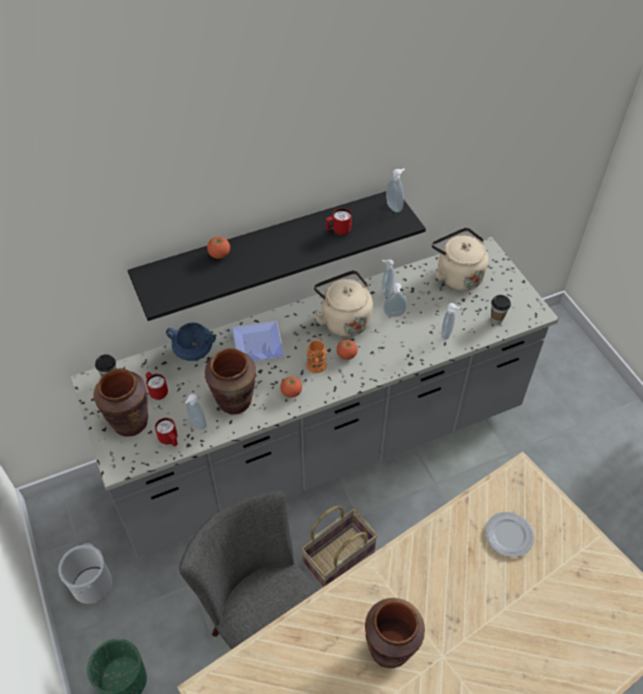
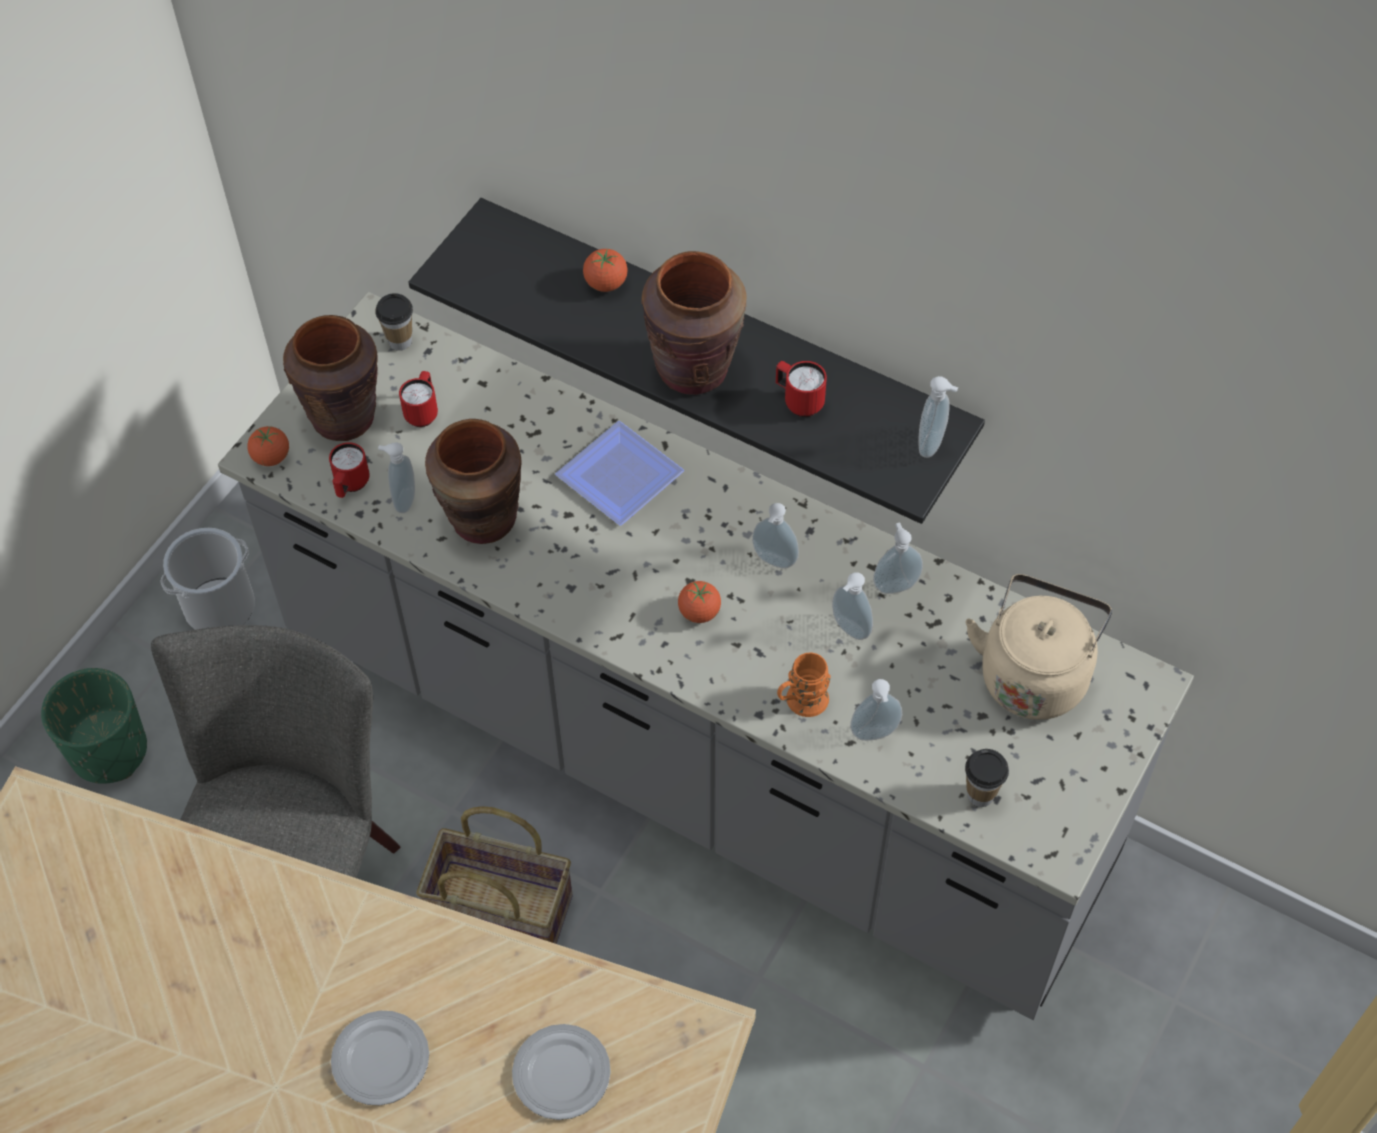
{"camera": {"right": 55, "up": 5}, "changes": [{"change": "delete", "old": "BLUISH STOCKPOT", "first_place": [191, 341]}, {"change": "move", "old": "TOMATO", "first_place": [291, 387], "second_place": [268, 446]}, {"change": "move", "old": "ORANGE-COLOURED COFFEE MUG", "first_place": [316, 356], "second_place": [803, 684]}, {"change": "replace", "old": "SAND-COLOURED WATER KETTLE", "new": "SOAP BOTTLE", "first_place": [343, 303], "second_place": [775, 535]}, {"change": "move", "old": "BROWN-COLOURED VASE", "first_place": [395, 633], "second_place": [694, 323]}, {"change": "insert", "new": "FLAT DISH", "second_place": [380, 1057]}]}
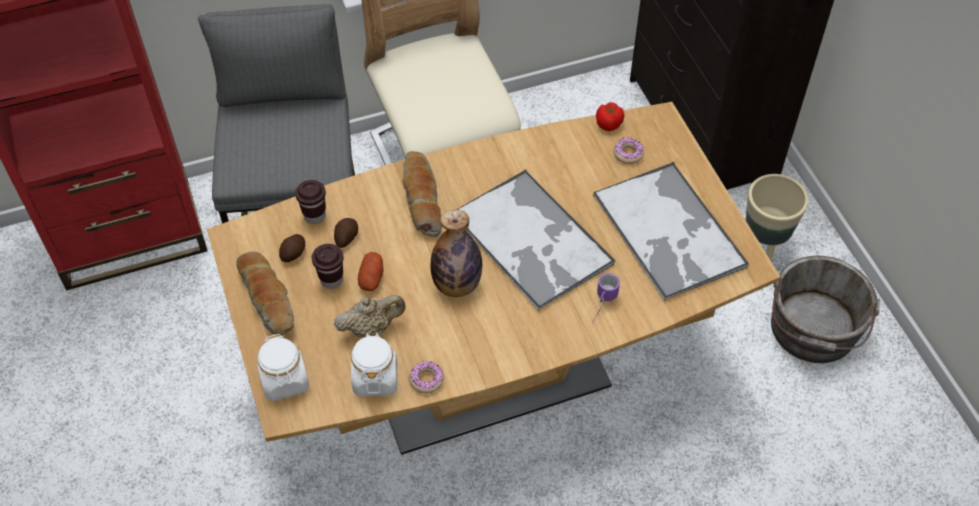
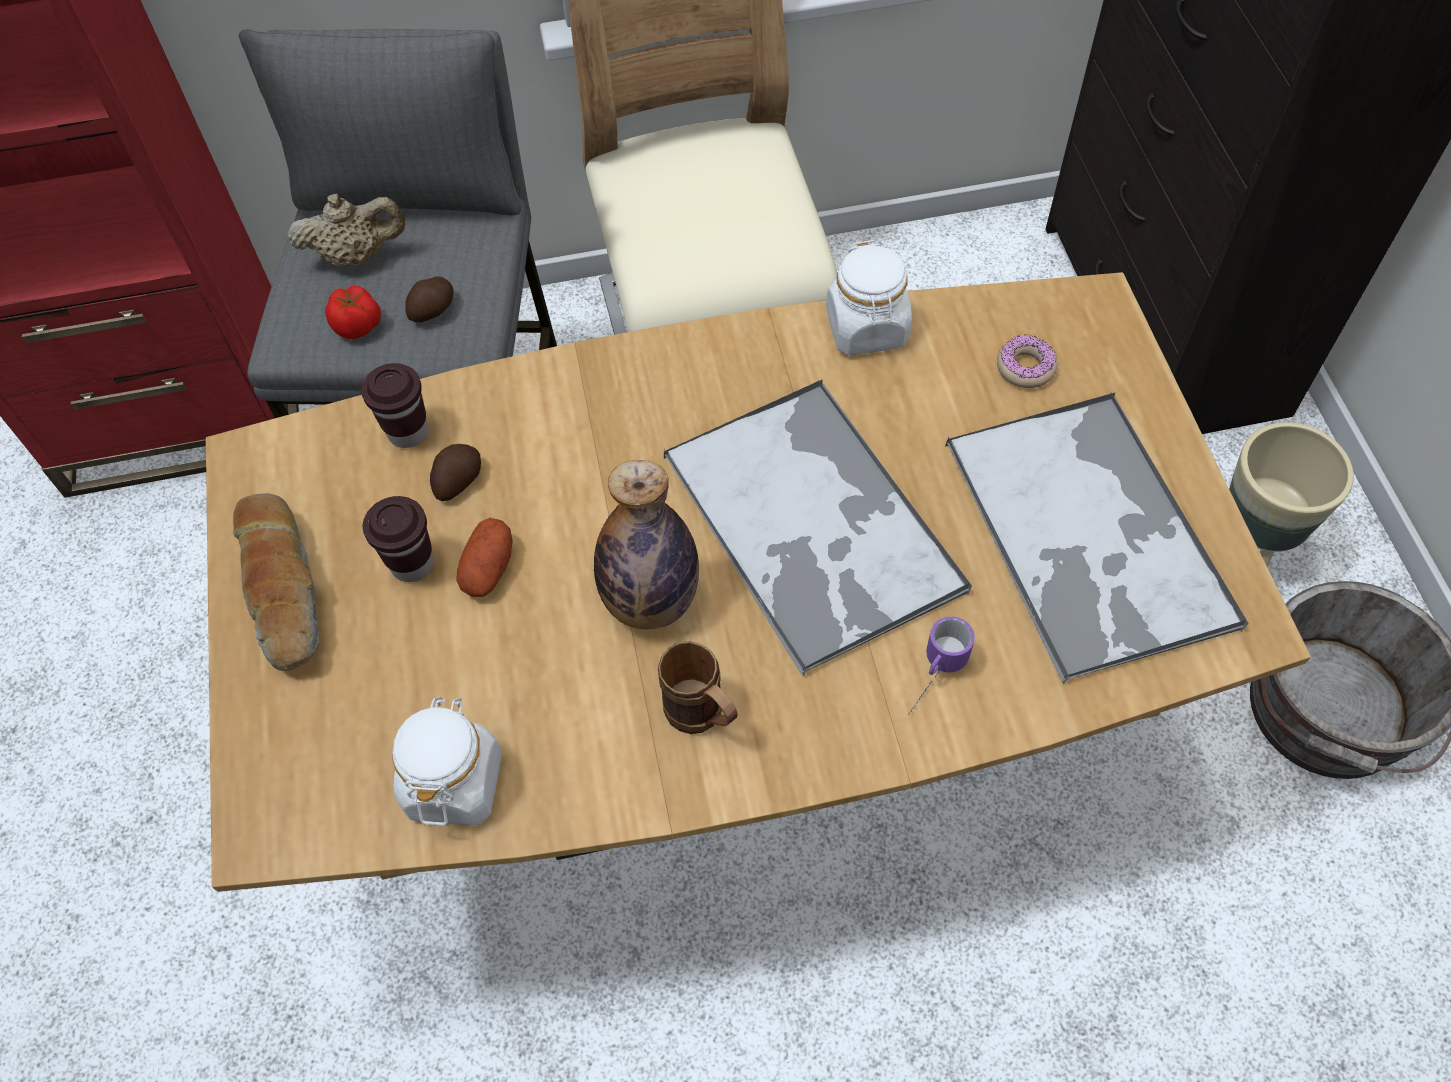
{"camera": {"right": 10, "up": 5}, "changes": [{"change": "move", "old": "WHITISH STORAGE JAR", "first_place": [283, 367], "second_place": [869, 297]}, {"change": "move", "old": "WHOLE POTATO", "first_place": [292, 248], "second_place": [429, 299]}, {"change": "move", "old": "SAND-COLOURED TEA POT", "first_place": [370, 316], "second_place": [346, 230]}, {"change": "delete", "old": "BREAD", "first_place": [422, 194]}, {"change": "delete", "old": "DONUT", "first_place": [426, 377]}, {"change": "move", "old": "TOMATO", "first_place": [610, 116], "second_place": [353, 312]}, {"change": "insert", "new": "BROWN-COLOURED COFFEE MUG", "second_place": [698, 687]}]}
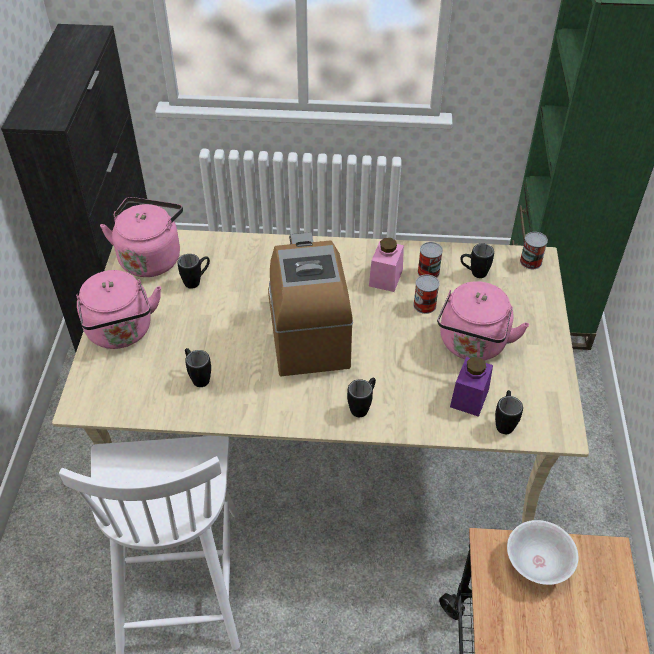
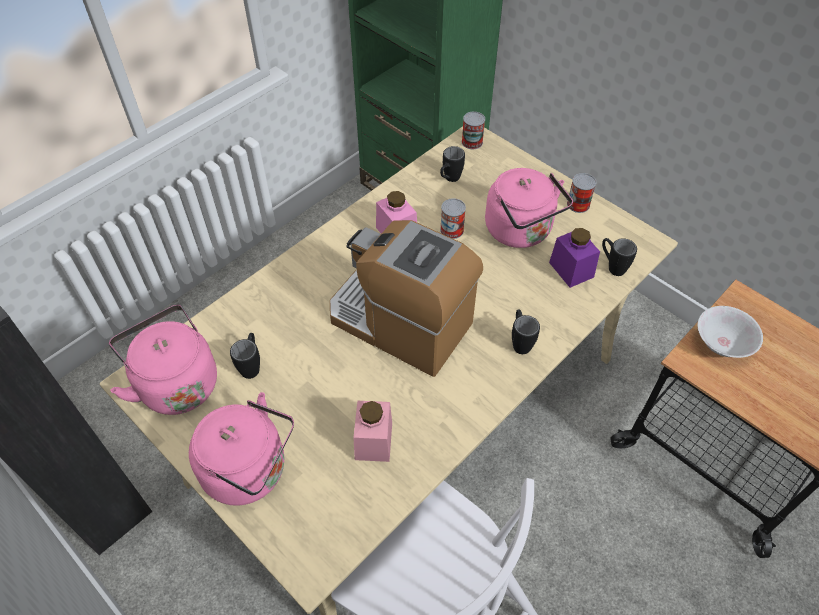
{"camera": {"right": -50, "up": 5}, "changes": [{"change": "replace", "old": "BLACKISH COFFEE MUG", "new": "PINKISH STORAGE JAR", "first_place": [198, 367], "second_place": [372, 431]}, {"change": "move", "old": "METAL CAN", "first_place": [430, 260], "second_place": [581, 193]}]}
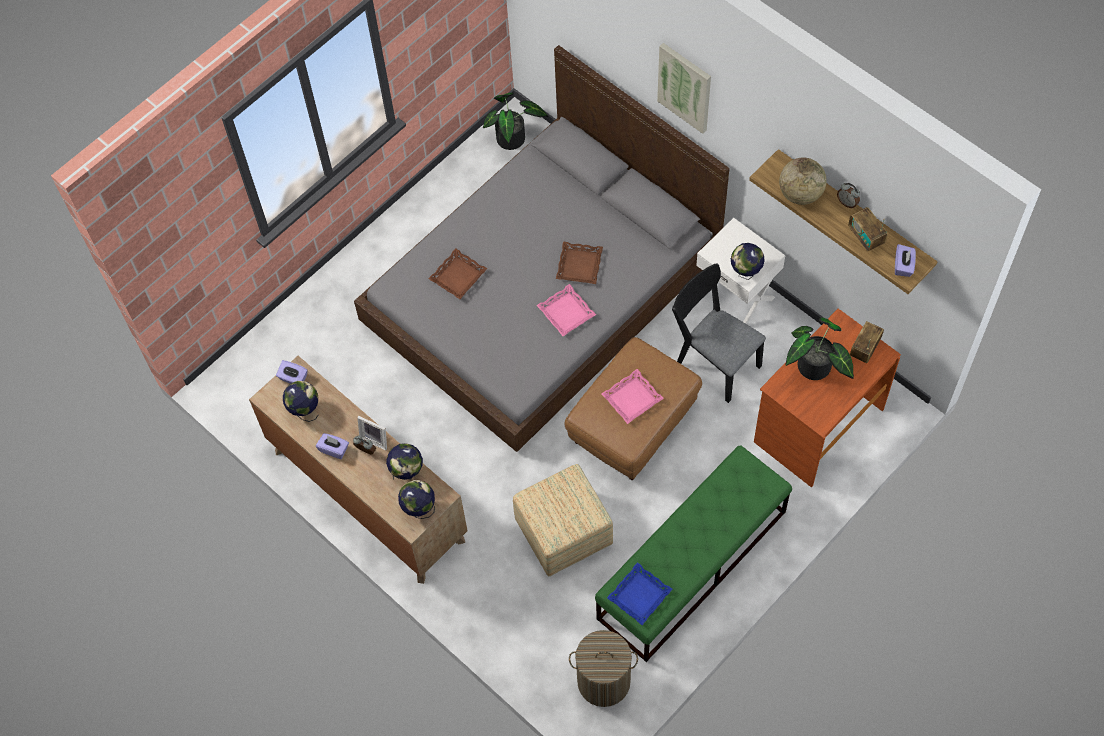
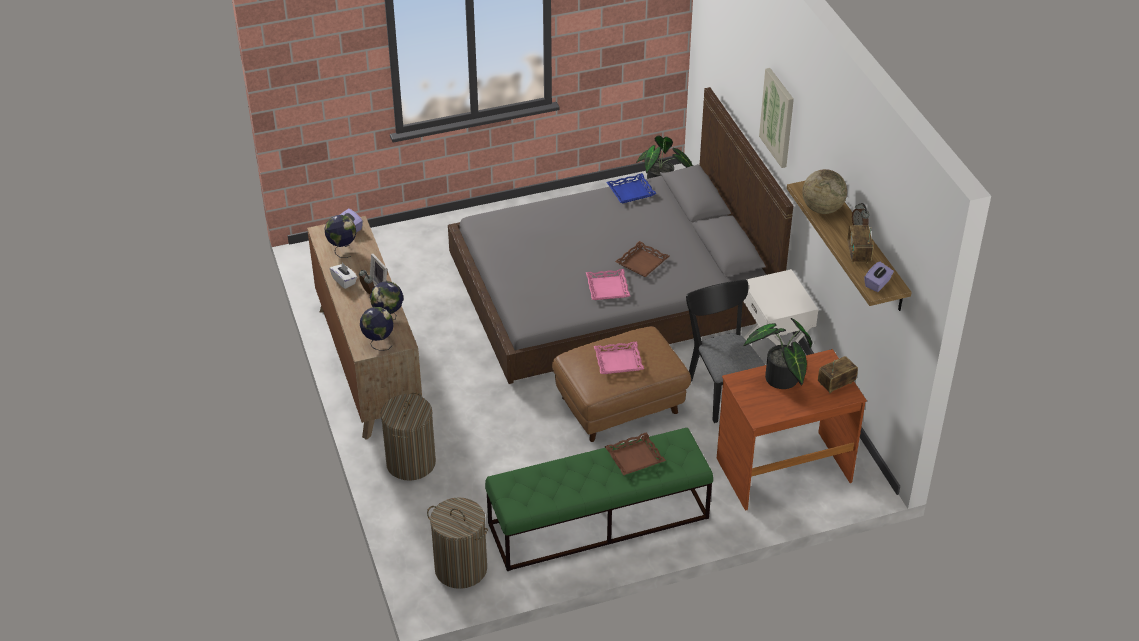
{"camera": {"right": 25, "up": -20}, "changes": [{"change": "recolor", "old": "PURPLE TISSUE BOX", "new": "WHITISH TISSUE BOX", "first_place": [332, 446], "second_place": [343, 275]}, {"change": "move", "old": "BROWN-COLOURED TRAY", "first_place": [458, 273], "second_place": [635, 453]}, {"change": "delete", "old": "POUFFE", "first_place": [563, 520]}, {"change": "move", "old": "BLUISH TRAY", "first_place": [640, 593], "second_place": [632, 188]}, {"change": "delete", "old": "GLOBE", "first_place": [748, 261]}, {"change": "insert", "new": "HAMPER", "second_place": [408, 436]}]}
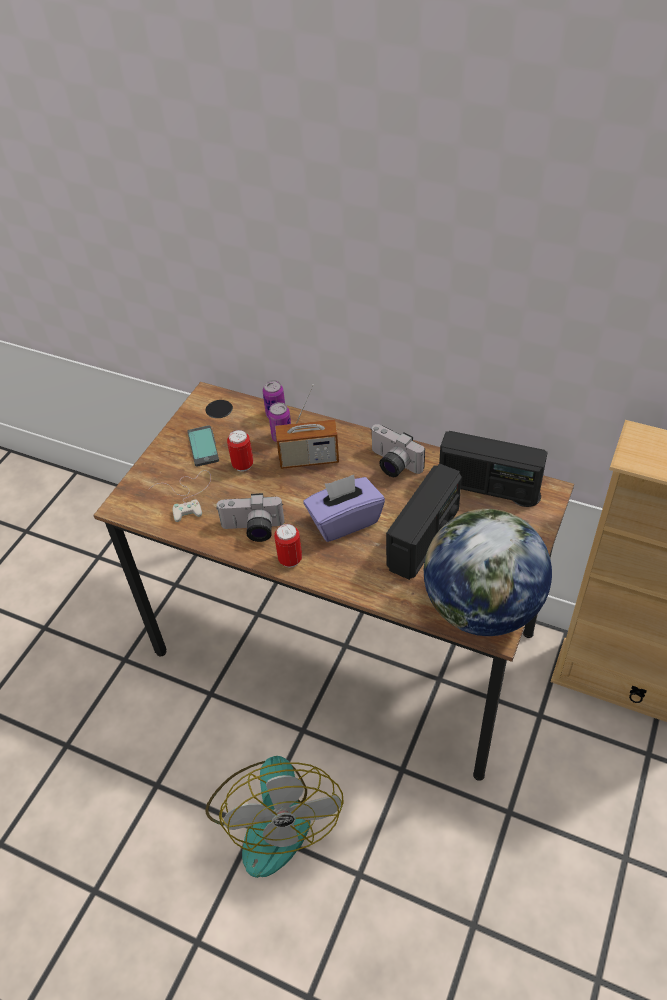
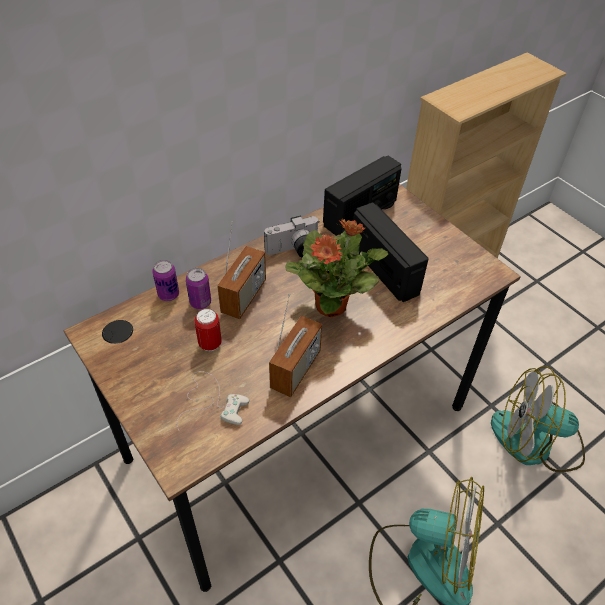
{"camera": {"right": -65, "up": 0}, "changes": [{"change": "delete", "old": "TELEPHONE", "first_place": [203, 446]}, {"change": "replace", "old": "STILL CAMERA", "new": "RADIO RECEIVER", "first_place": [251, 517], "second_place": [295, 345]}, {"change": "delete", "old": "METAL CAN", "first_place": [288, 546]}, {"change": "replace", "old": "PURPLE TISSUE BOX", "new": "POTTED PLANT", "first_place": [344, 508], "second_place": [336, 268]}, {"change": "delete", "old": "GLOBE", "first_place": [488, 572]}, {"change": "insert", "new": "FAN", "second_place": [538, 419]}]}
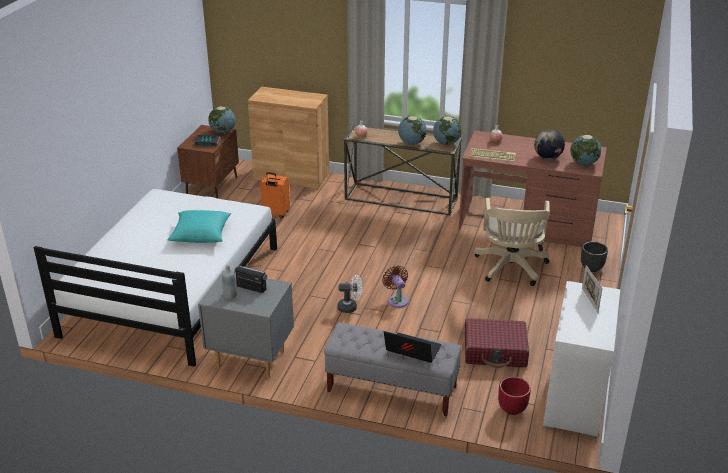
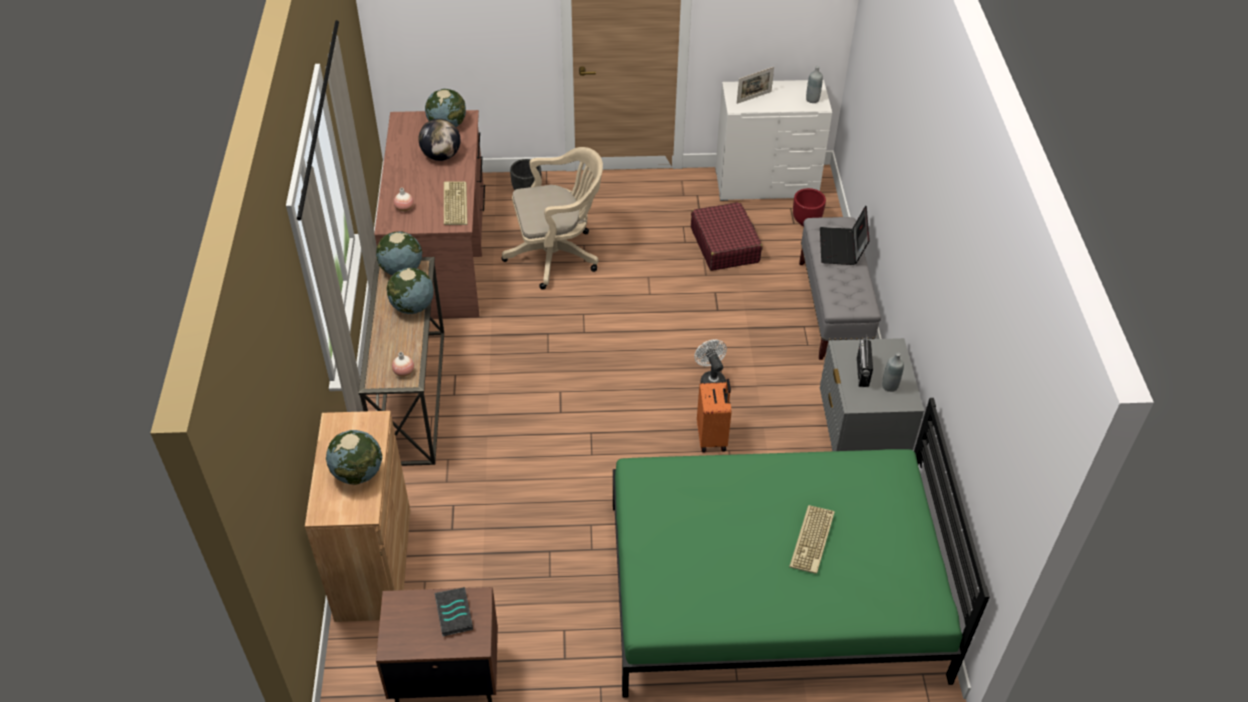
{"camera": {"right": -110, "up": 15}, "changes": [{"change": "recolor", "old": "WHITISH BEDROOM BED", "new": "GREENISH BEDROOM BED", "first_place": [155, 278], "second_place": [801, 548]}, {"change": "delete", "old": "TURQUOISE-COLOURED PILLOW", "first_place": [199, 226]}, {"change": "move", "old": "GLOBE", "first_place": [222, 120], "second_place": [354, 457]}, {"change": "move", "old": "ORANGE-COLOURED SUITCASE", "first_place": [275, 195], "second_place": [714, 415]}, {"change": "delete", "old": "BROWN-COLOURED FAN", "first_place": [395, 287]}, {"change": "insert", "new": "COMPUTER KEYBOARD", "second_place": [812, 539]}, {"change": "insert", "new": "GREYISH DRINK BOTTLE", "second_place": [814, 84]}]}
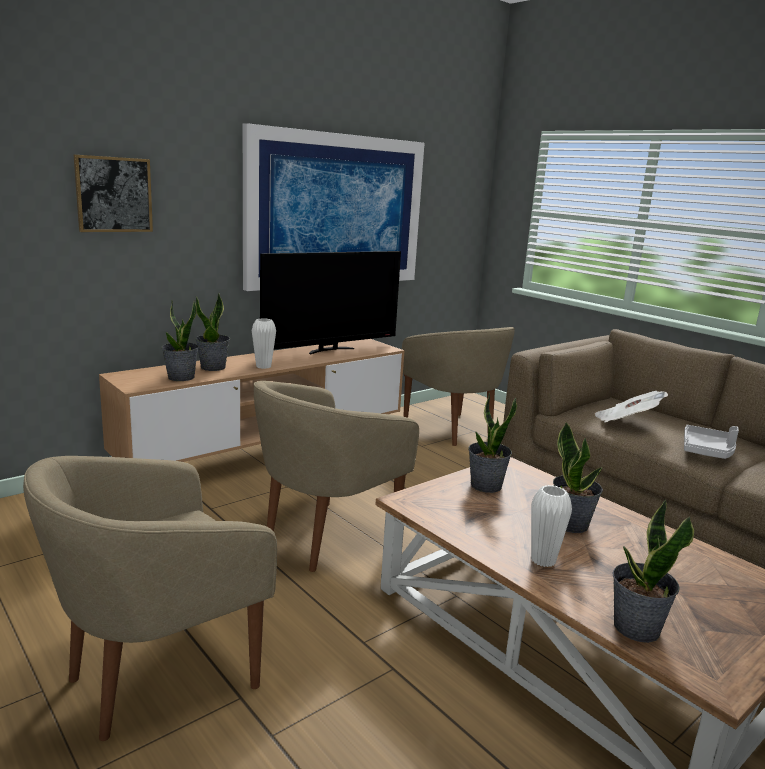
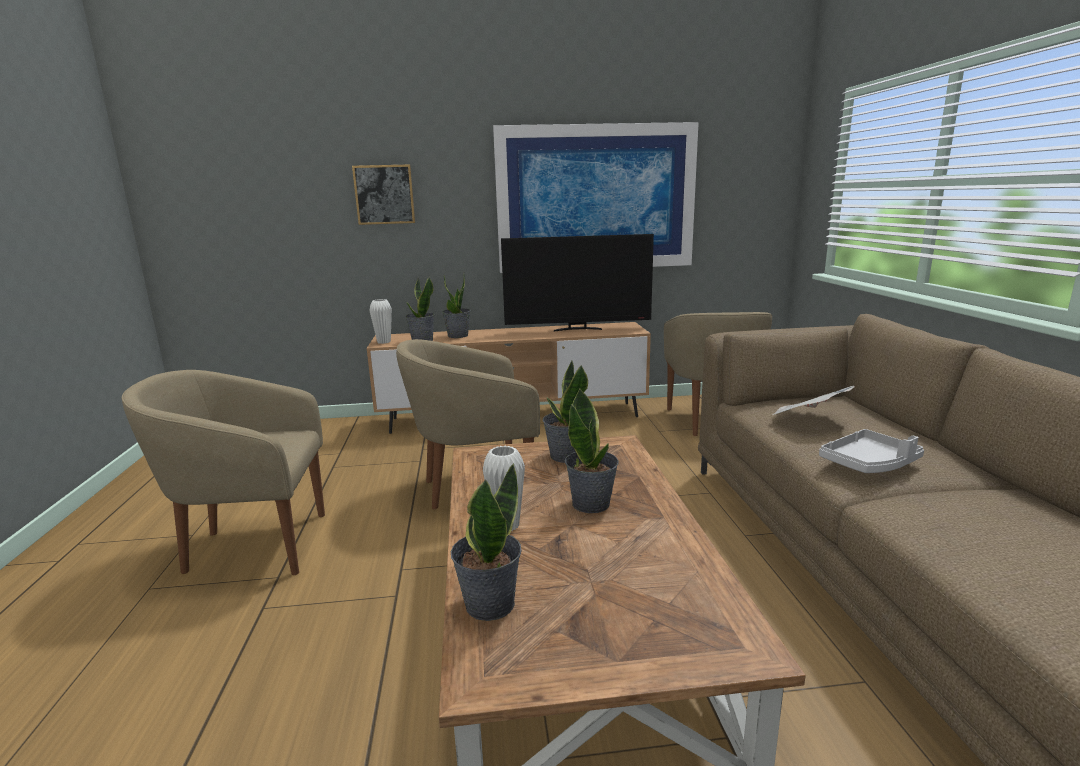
{"camera": {"right": 35, "up": 0}, "changes": [{"change": "move", "old": "WHITISH VASE", "first_place": [264, 343], "second_place": [380, 321]}]}
